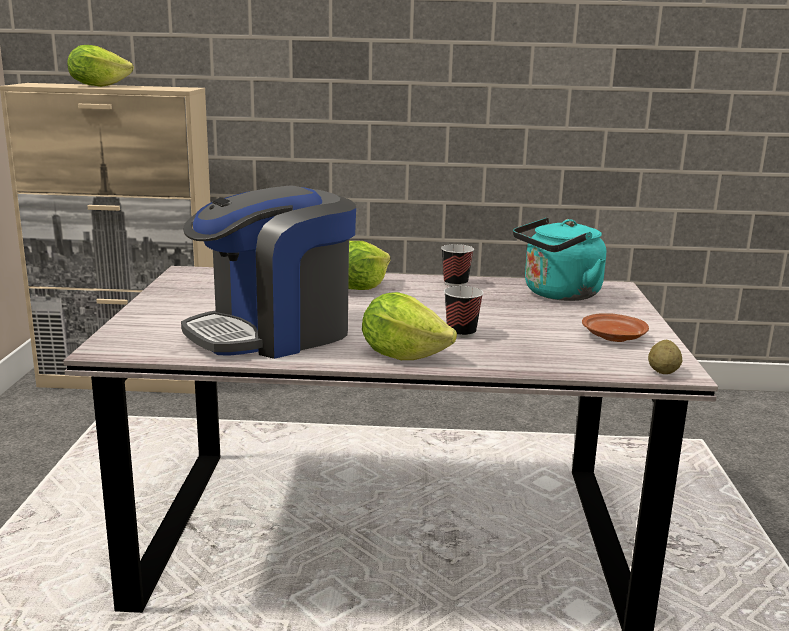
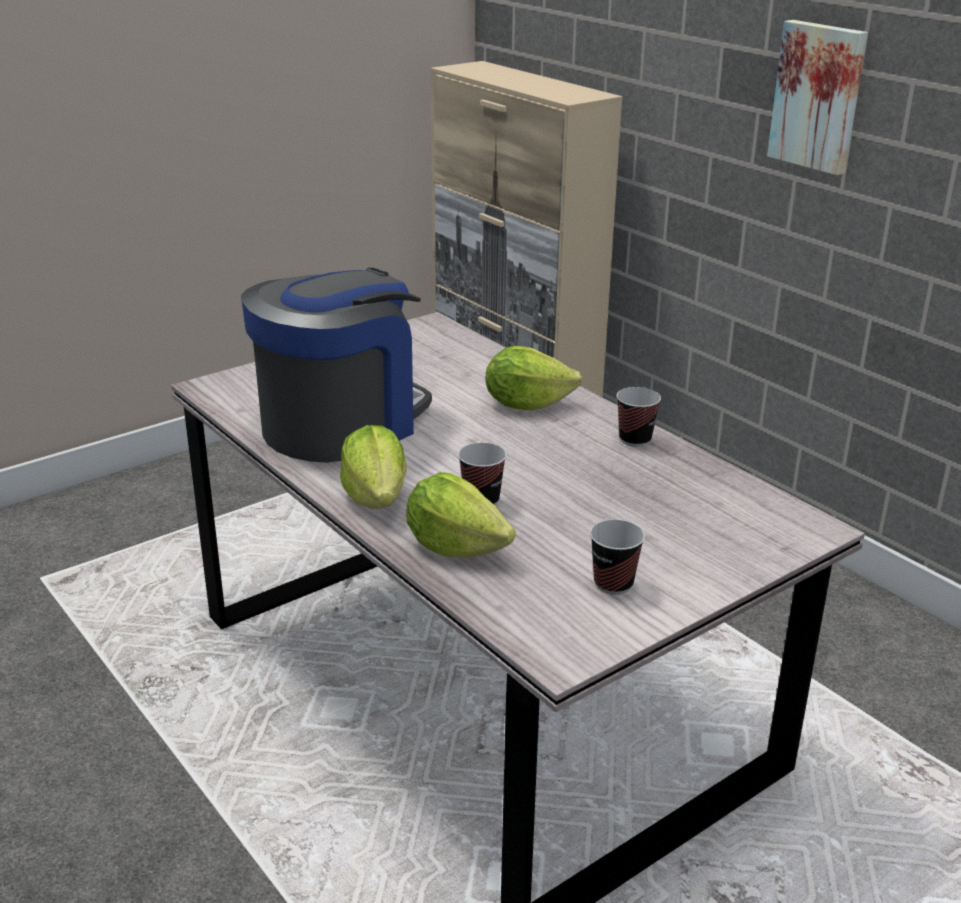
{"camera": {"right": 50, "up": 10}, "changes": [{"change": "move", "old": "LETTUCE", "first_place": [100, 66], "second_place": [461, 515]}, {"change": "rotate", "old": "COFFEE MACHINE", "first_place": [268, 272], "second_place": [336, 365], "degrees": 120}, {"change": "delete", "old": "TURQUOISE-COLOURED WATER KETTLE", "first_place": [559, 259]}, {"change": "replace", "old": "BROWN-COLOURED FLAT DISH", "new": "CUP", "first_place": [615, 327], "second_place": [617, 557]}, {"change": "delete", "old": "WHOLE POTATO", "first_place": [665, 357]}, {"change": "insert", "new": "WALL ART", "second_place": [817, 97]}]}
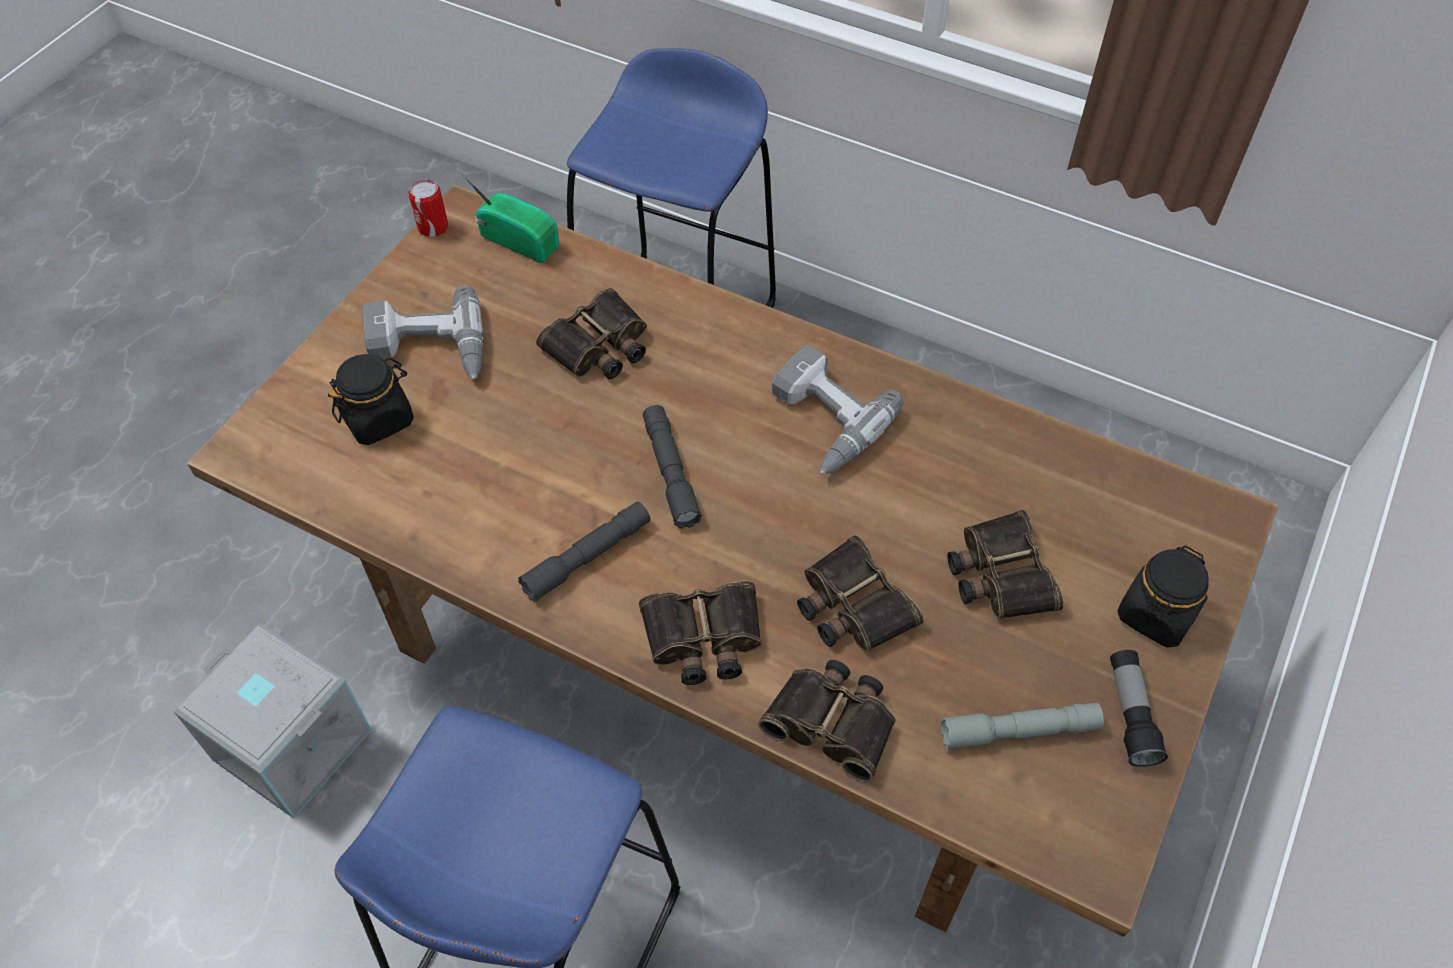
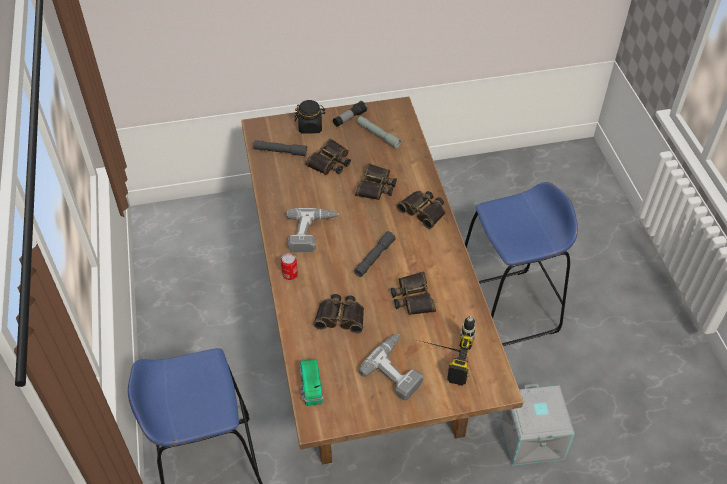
{"camera": {"right": -130, "up": -5}, "changes": [{"change": "replace", "old": "BLACKISH STORAGE JAR", "new": "ELECTRIC DRILL", "first_place": [371, 399], "second_place": [448, 351]}, {"change": "move", "old": "METAL CAN", "first_place": [428, 208], "second_place": [289, 266]}, {"change": "move", "old": "GREYISH HAND TORCH", "first_place": [584, 551], "second_place": [280, 148]}, {"change": "move", "old": "FIELD GLASSES", "first_place": [827, 721], "second_place": [413, 293]}]}
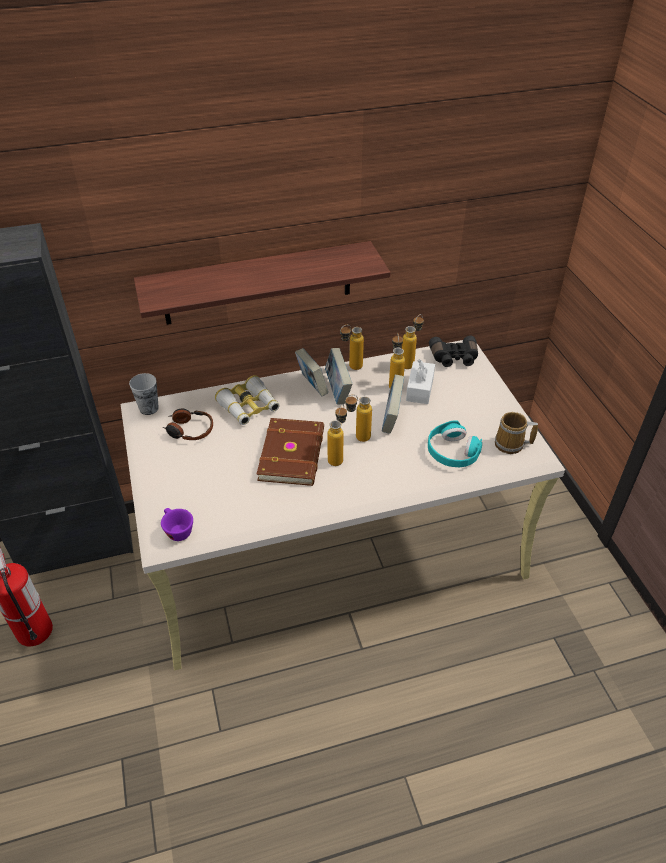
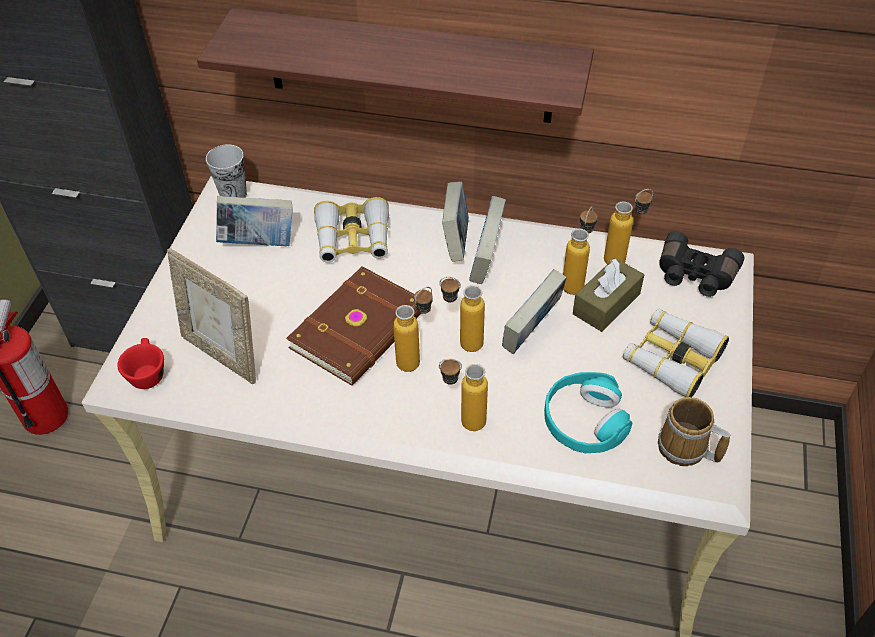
{"camera": {"right": 30, "up": 5}, "changes": [{"change": "recolor", "old": "PURPLE CUP", "new": "REDDISH CUP", "first_place": [177, 524], "second_place": [140, 363]}, {"change": "replace", "old": "PAIR OF HEADPHONES", "new": "BOUND BOOK", "first_place": [188, 424], "second_place": [254, 221]}, {"change": "move", "old": "DRINK BOTTLE", "first_place": [352, 347], "second_place": [463, 395]}, {"change": "recolor", "old": "WHITISH TISSUE BOX", "new": "BROWN-COLOURED TISSUE BOX", "first_place": [420, 381], "second_place": [608, 295]}, {"change": "insert", "new": "PICTURE FRAME", "second_place": [211, 316]}, {"change": "insert", "new": "FIELD GLASSES", "second_place": [676, 352]}]}
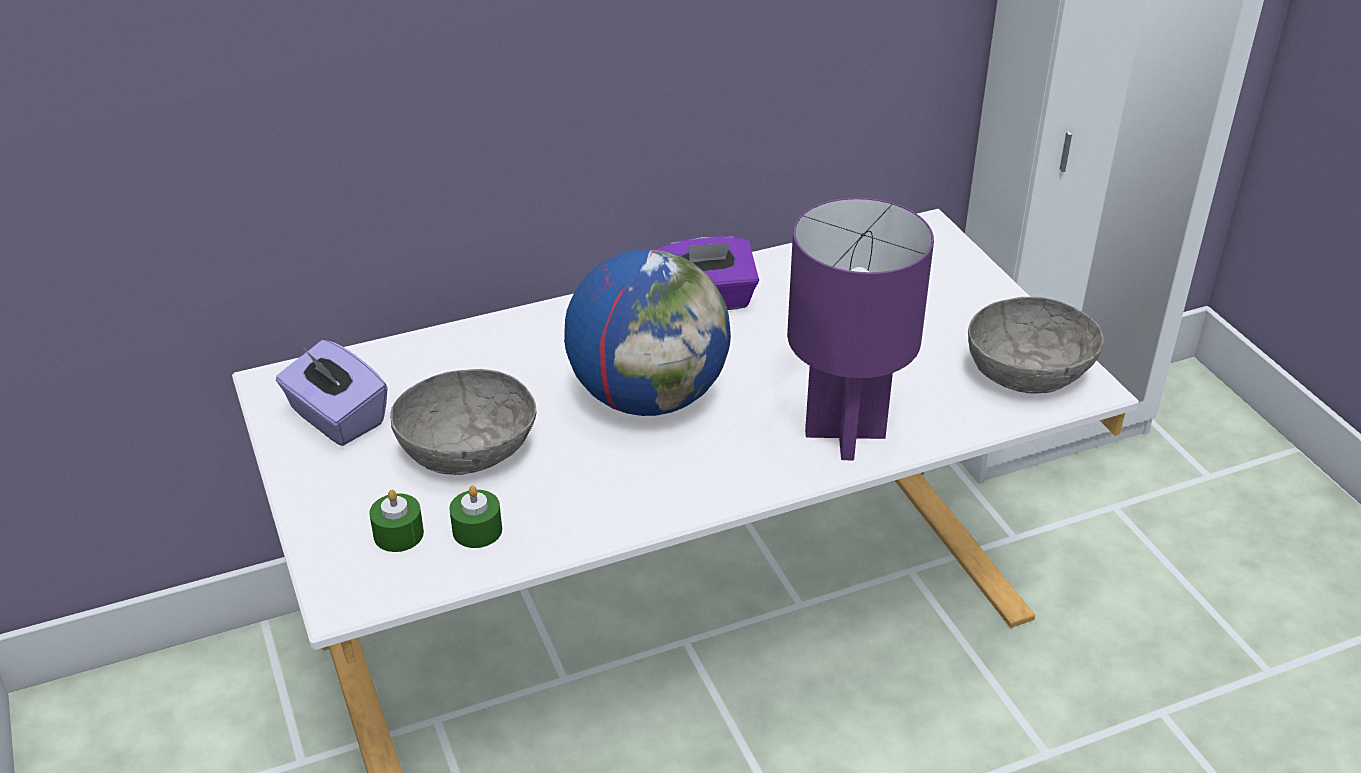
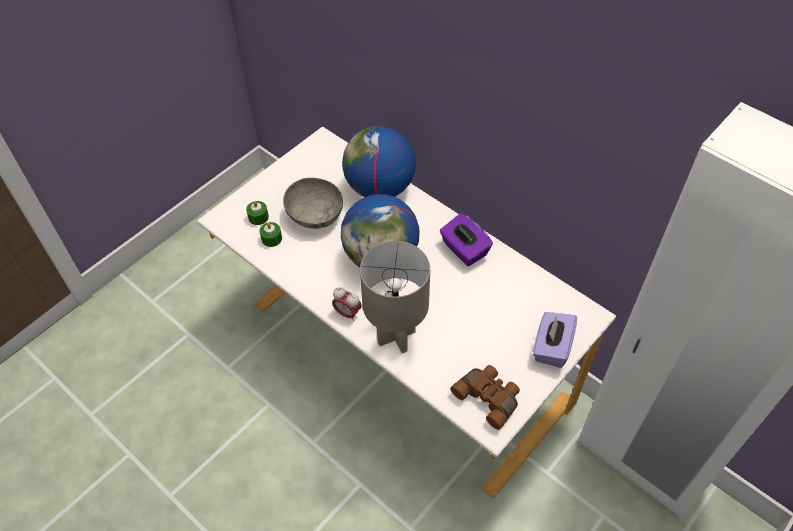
{"camera": {"right": 65, "up": 15}, "changes": [{"change": "move", "old": "PURPLE TISSUE BOX", "first_place": [332, 393], "second_place": [555, 340]}, {"change": "recolor", "old": "PURPLE TABLE LAMP", "new": "GREYISH TABLE LAMP", "first_place": [860, 329], "second_place": [395, 297]}, {"change": "replace", "old": "GREYISH SERVING BOWL", "new": "BROWN-COLOURED FIELD GLASSES", "first_place": [1036, 345], "second_place": [485, 397]}, {"change": "insert", "new": "BEDSIDE CLOCK", "second_place": [347, 304]}, {"change": "insert", "new": "GLOBE", "second_place": [379, 161]}]}
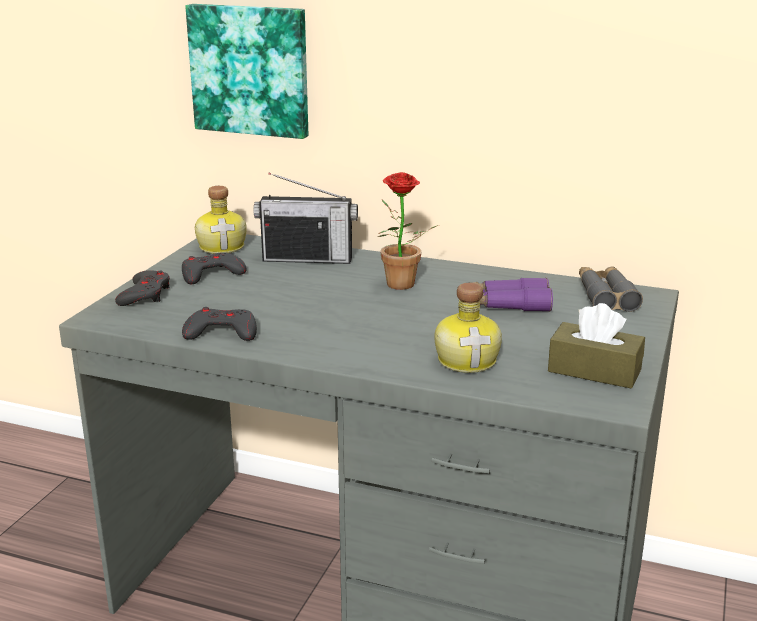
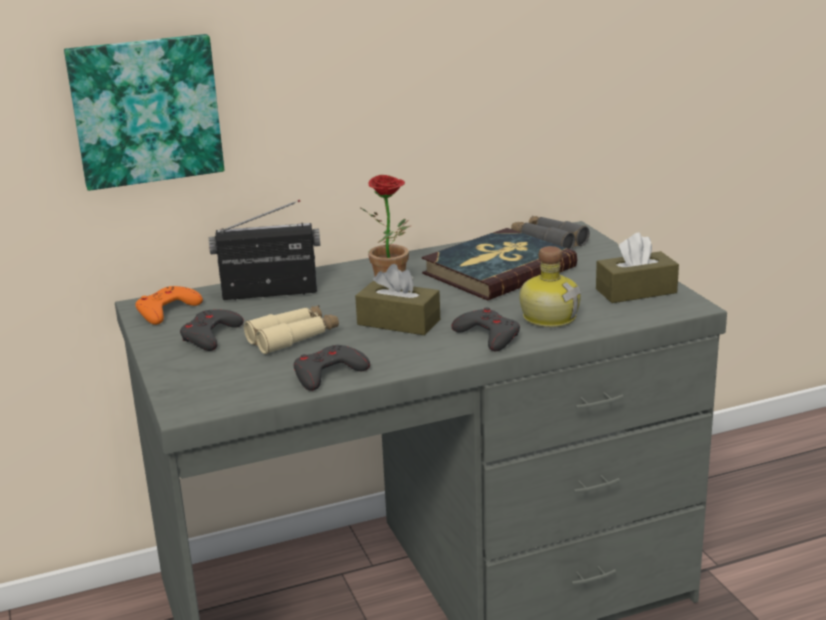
{"camera": {"right": -40, "up": 0}, "changes": [{"change": "move", "old": "GREYISH JOYPAD", "first_place": [142, 288], "second_place": [485, 329]}, {"change": "replace", "old": "DRINK BOTTLE", "new": "ORANGE-COLOURED JOYPAD", "first_place": [221, 220], "second_place": [169, 305]}, {"change": "rotate", "old": "RADIO RECEIVER", "first_place": [306, 218], "second_place": [264, 250], "degrees": -150}, {"change": "replace", "old": "PURPLE FIELD GLASSES", "new": "BOUND BOOK", "first_place": [511, 295], "second_place": [499, 264]}, {"change": "insert", "new": "SAND-COLOURED FIELD GLASSES", "second_place": [291, 329]}, {"change": "insert", "new": "BROWN-COLOURED TISSUE BOX", "second_place": [397, 299]}]}
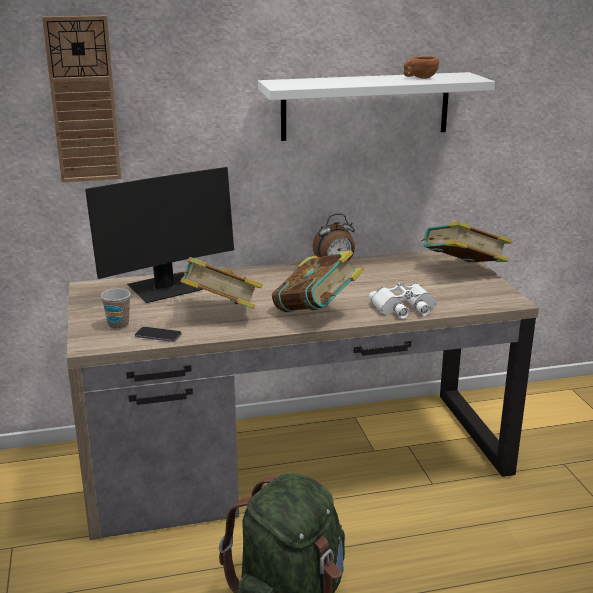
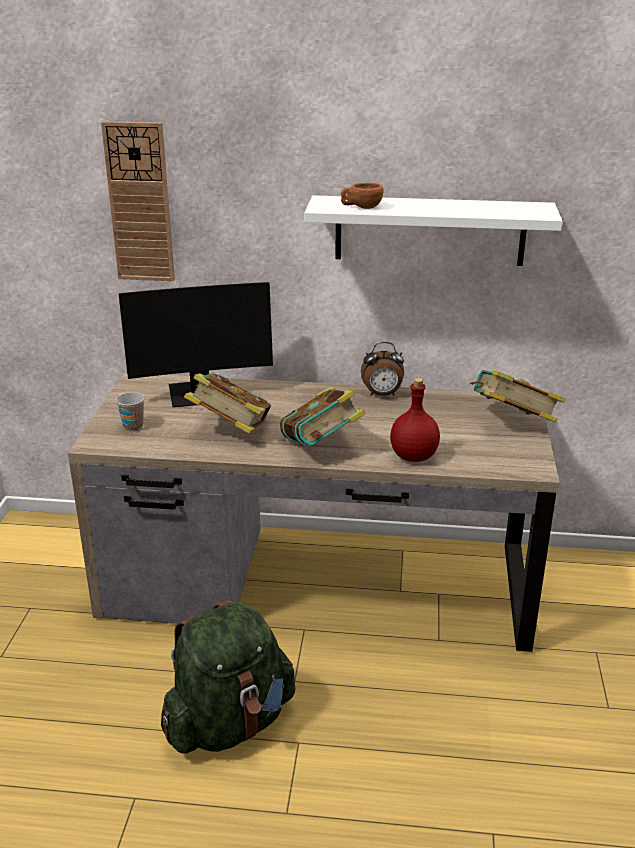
{"camera": {"right": 20, "up": 5}, "changes": [{"change": "delete", "old": "TELEPHONE", "first_place": [158, 334]}, {"change": "replace", "old": "WHITISH FIELD GLASSES", "new": "REDDISH DRINK BOTTLE", "first_place": [403, 301], "second_place": [415, 420]}, {"change": "move", "old": "BROWN-COLOURED CUP", "first_place": [421, 67], "second_place": [362, 196]}]}
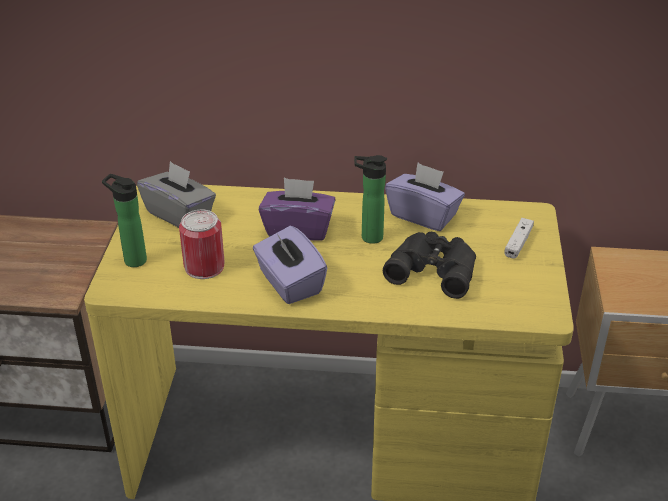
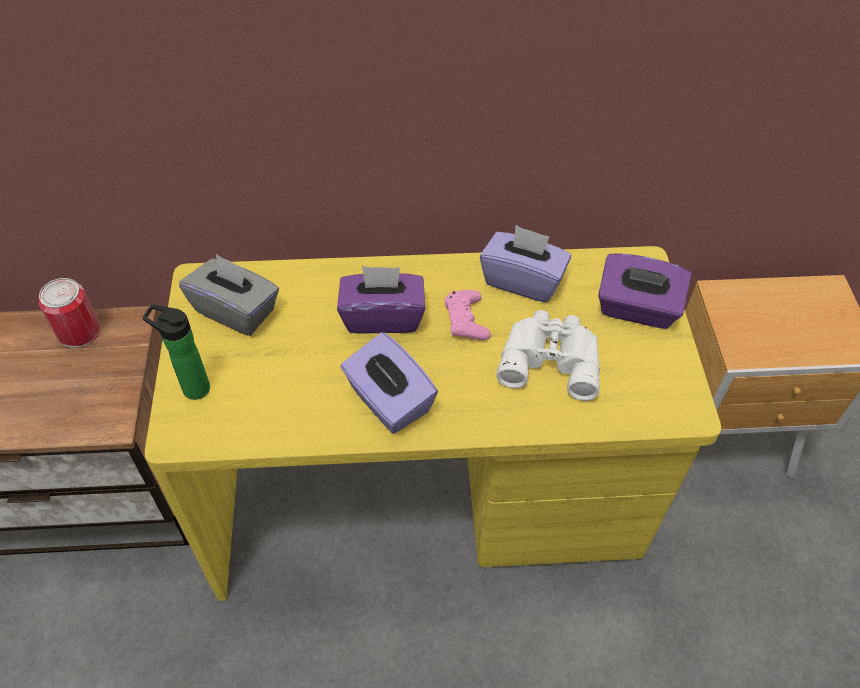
{"camera": {"right": -10, "up": 15}, "changes": [{"change": "move", "old": "METAL CAN", "first_place": [202, 244], "second_place": [69, 313]}, {"change": "replace", "old": "DRINK BOTTLE", "new": "PINKISH JOYPAD", "first_place": [370, 199], "second_place": [467, 315]}, {"change": "recolor", "old": "BLACKISH FIELD GLASSES", "new": "WHITISH FIELD GLASSES", "first_place": [429, 265], "second_place": [548, 355]}, {"change": "replace", "old": "WHITISH JOYPAD", "new": "PURPLE TISSUE BOX", "first_place": [519, 238], "second_place": [644, 291]}]}
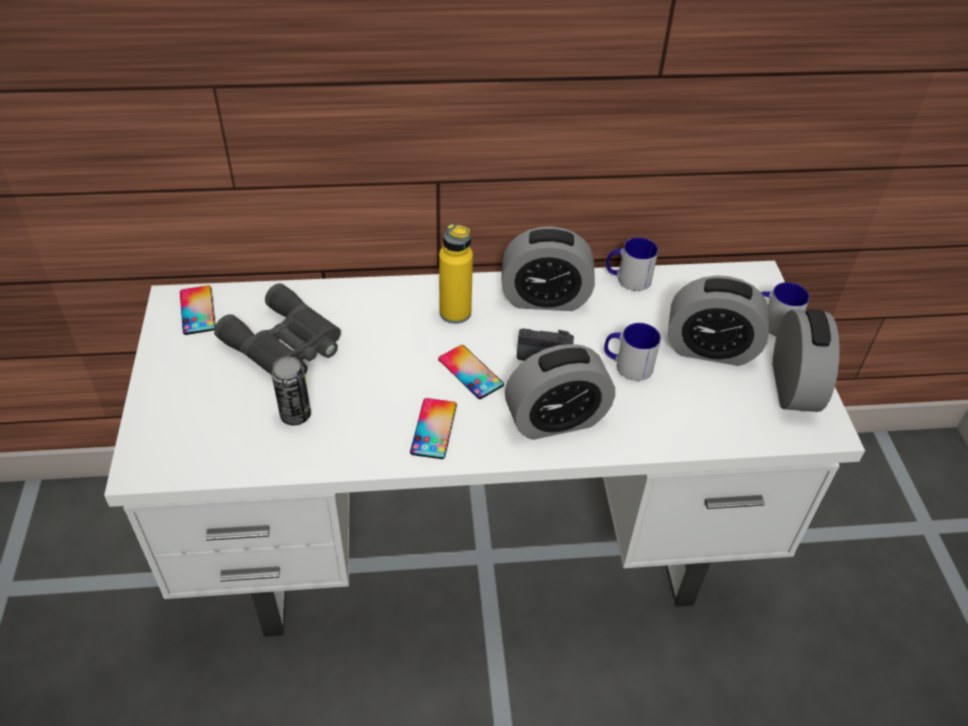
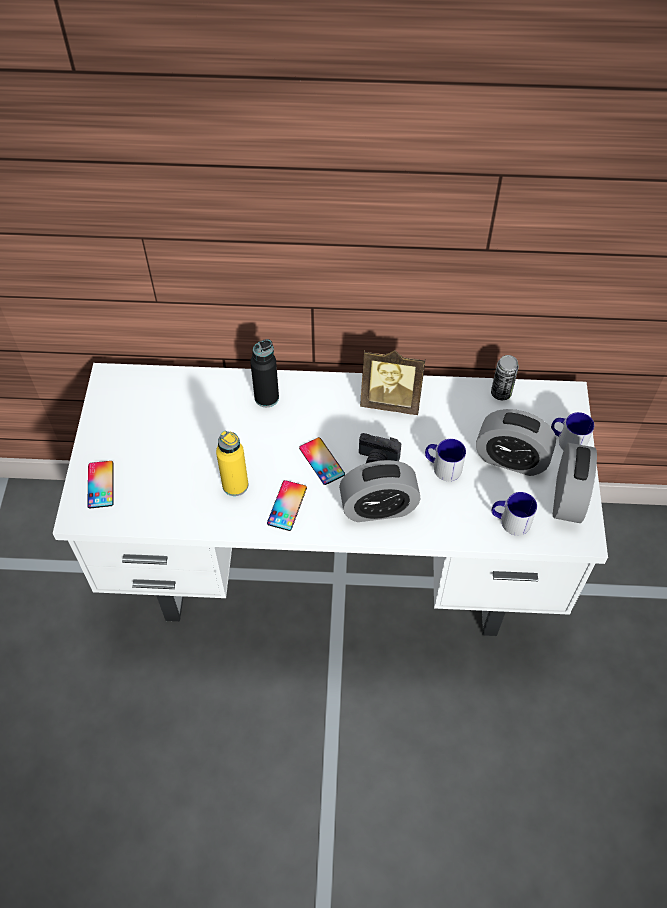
{"camera": {"right": 10, "up": 10}, "changes": [{"change": "move", "old": "TELEPHONE", "first_place": [198, 310], "second_place": [100, 484]}, {"change": "delete", "old": "GREYISH FIELD GLASSES", "first_place": [277, 329]}, {"change": "move", "old": "METAL CAN", "first_place": [291, 390], "second_place": [505, 377]}, {"change": "move", "old": "YELLOW-COLOURED DRINK BOTTLE", "first_place": [456, 274], "second_place": [232, 463]}, {"change": "replace", "old": "BEDSIDE CLOCK", "new": "PICTURE FRAME", "first_place": [548, 268], "second_place": [392, 382]}, {"change": "move", "old": "COFFEE MUG", "first_place": [632, 264], "second_place": [514, 514]}, {"change": "insert", "new": "BLACKISH DRINK BOTTLE", "second_place": [264, 373]}]}
